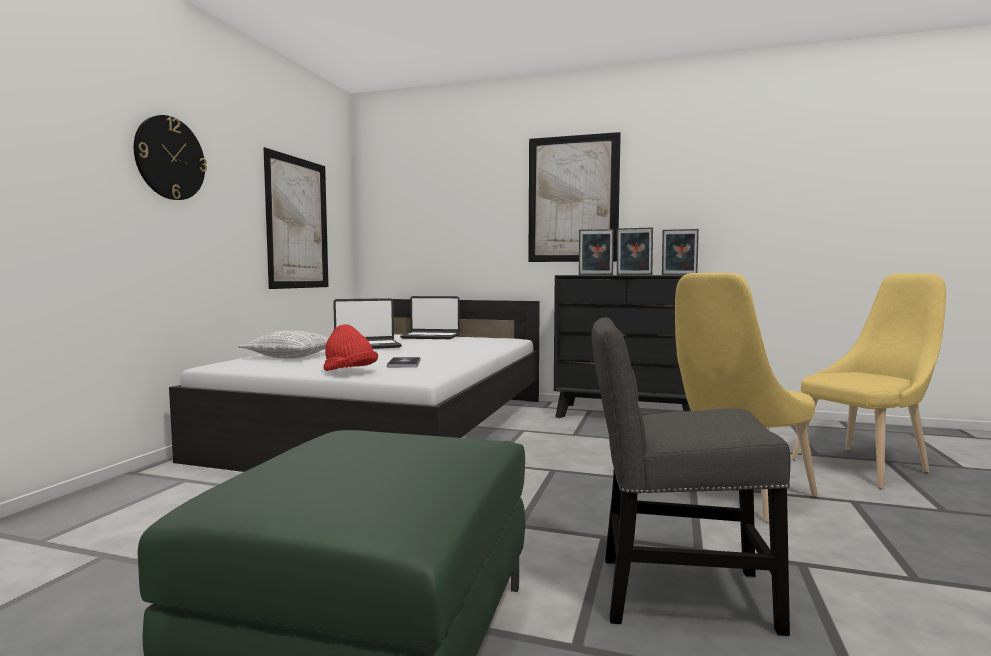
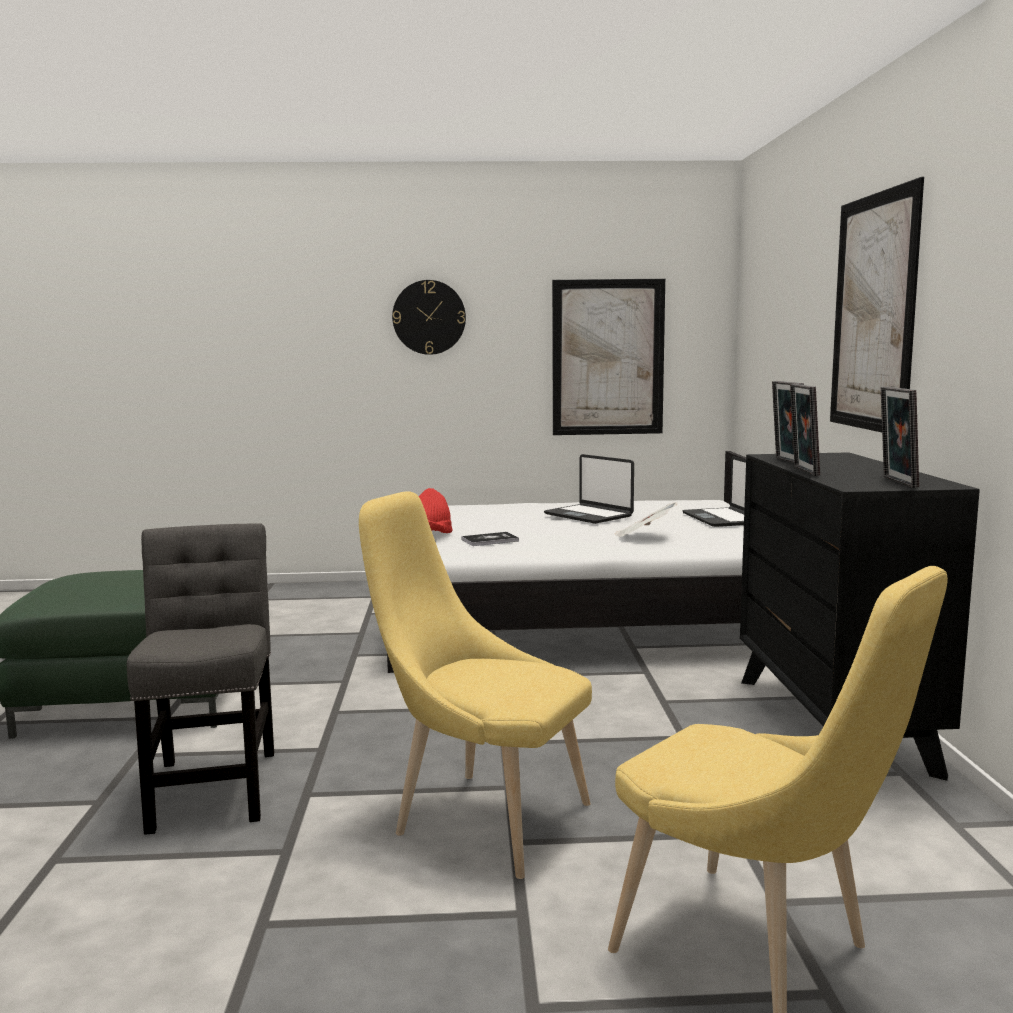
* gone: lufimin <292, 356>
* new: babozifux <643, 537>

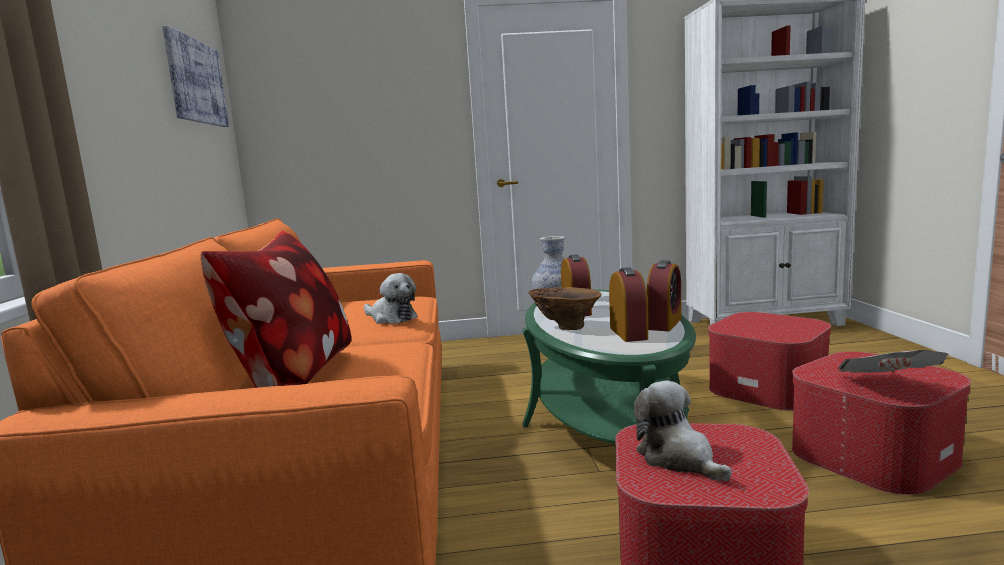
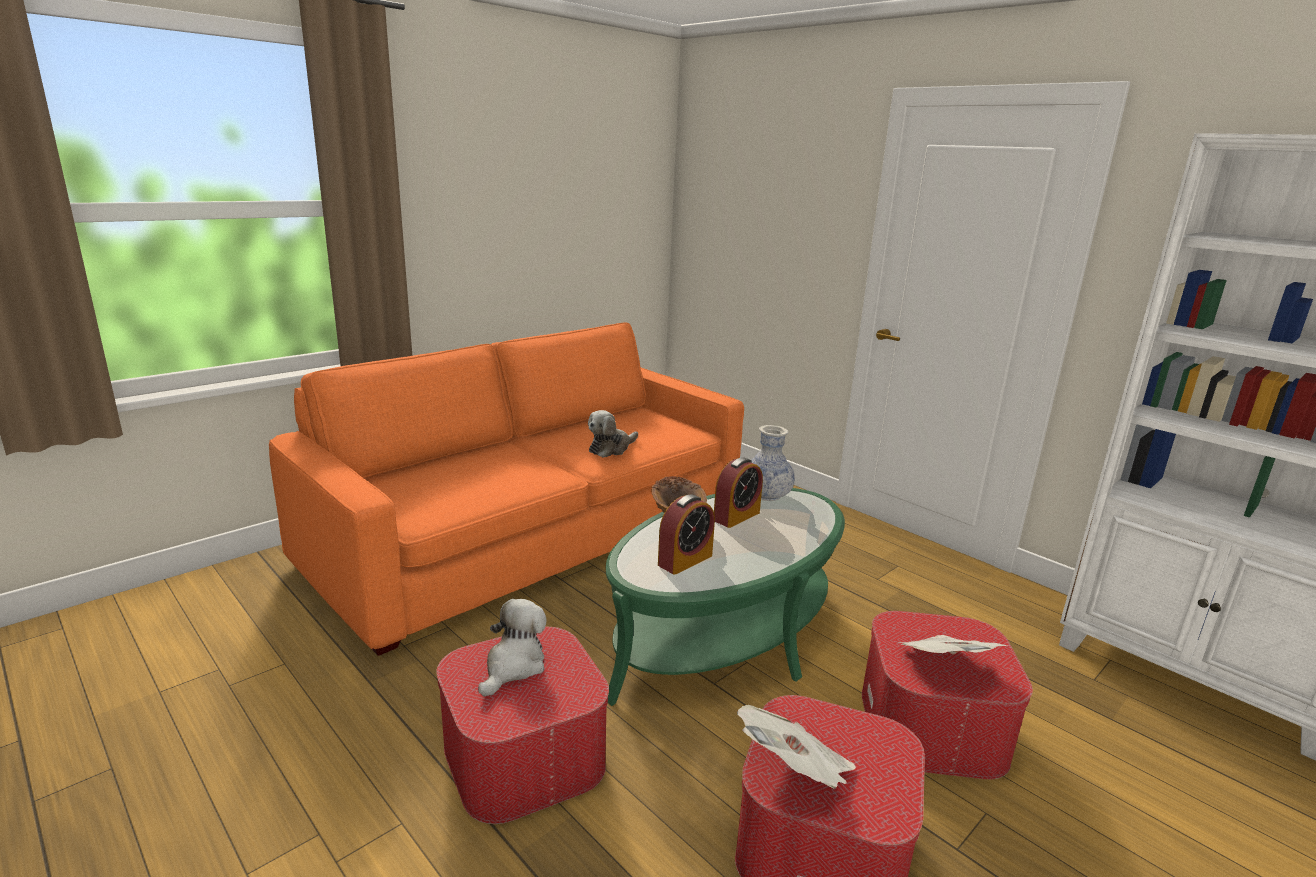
* gone: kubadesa <195, 82>
* gone: lufimin <292, 377>
* gone: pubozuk <664, 323>
* rotated: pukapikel <391, 318> = <611, 448> 45 degrees clockwise
* new: babozifux <946, 666>

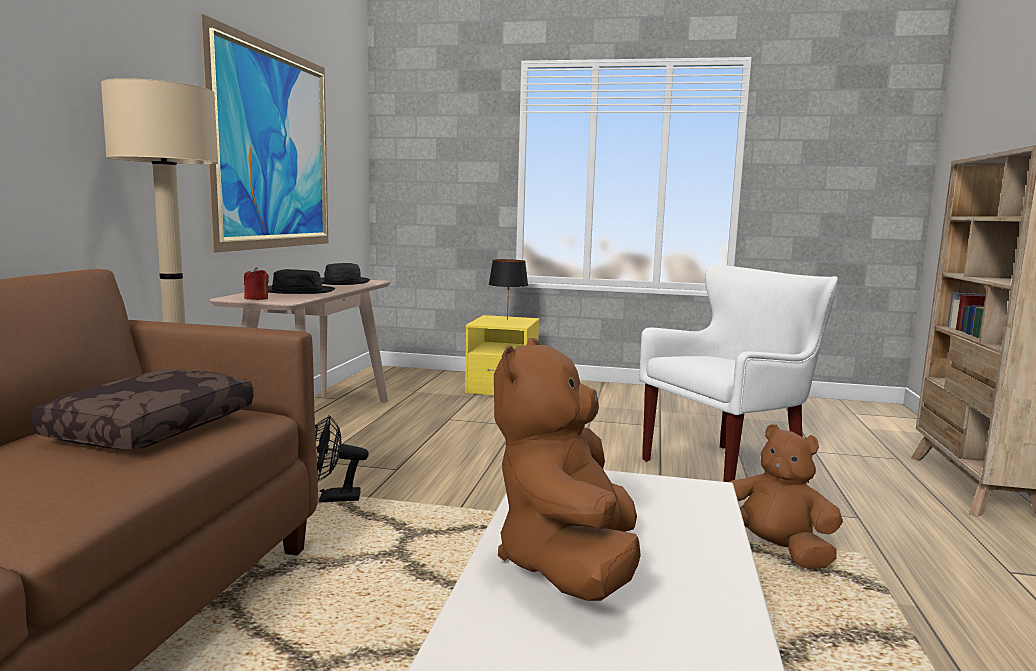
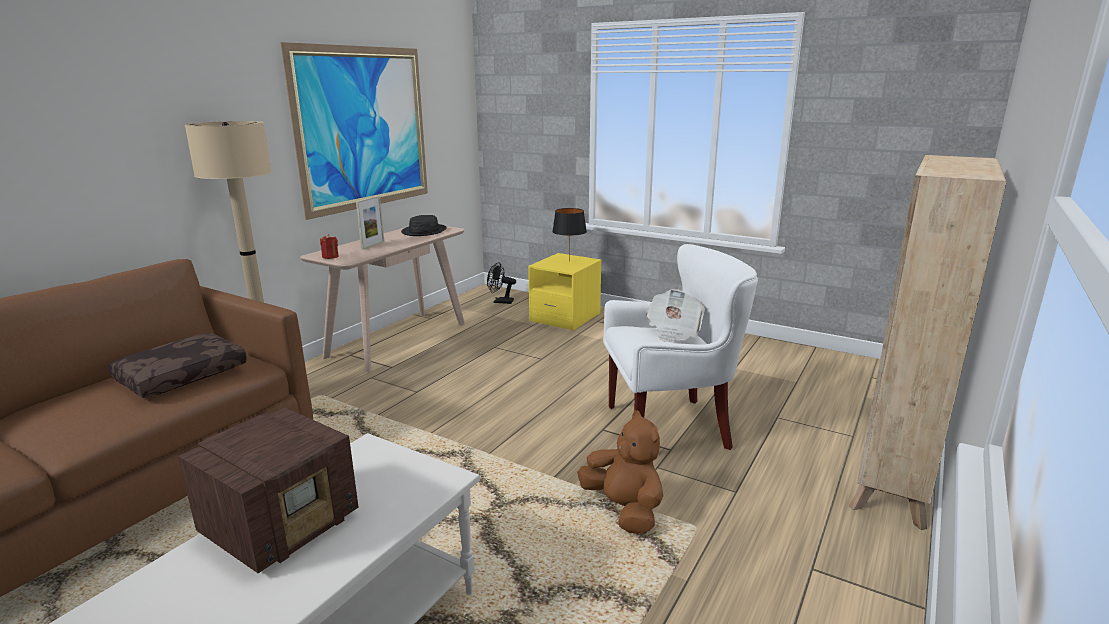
* swapped: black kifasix <297, 291> to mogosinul <373, 245>
* swapped: brown pukapikel <568, 565> to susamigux <283, 524>
* shifted: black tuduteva <332, 499> to <500, 301>
* new: babozifux <673, 331>

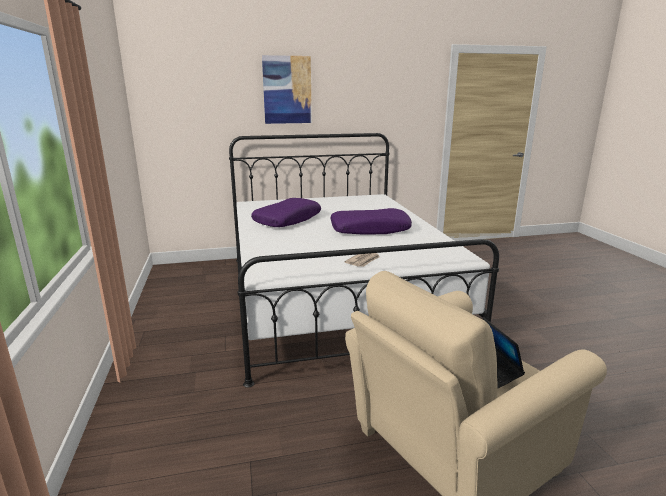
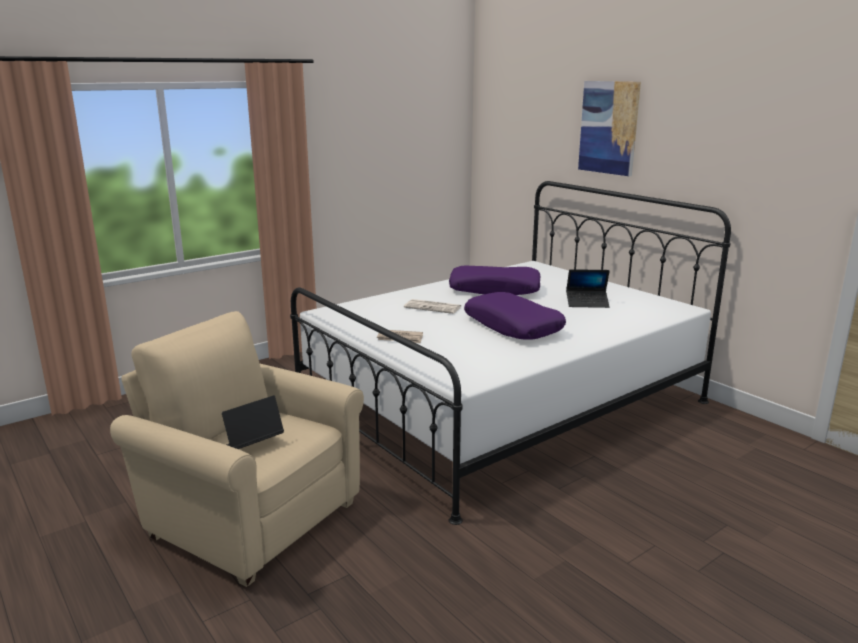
* new: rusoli <587, 303>
* new: babozifux <433, 307>

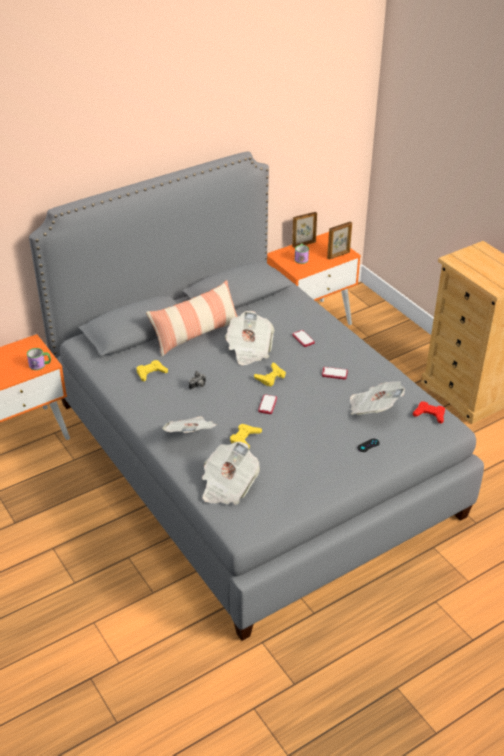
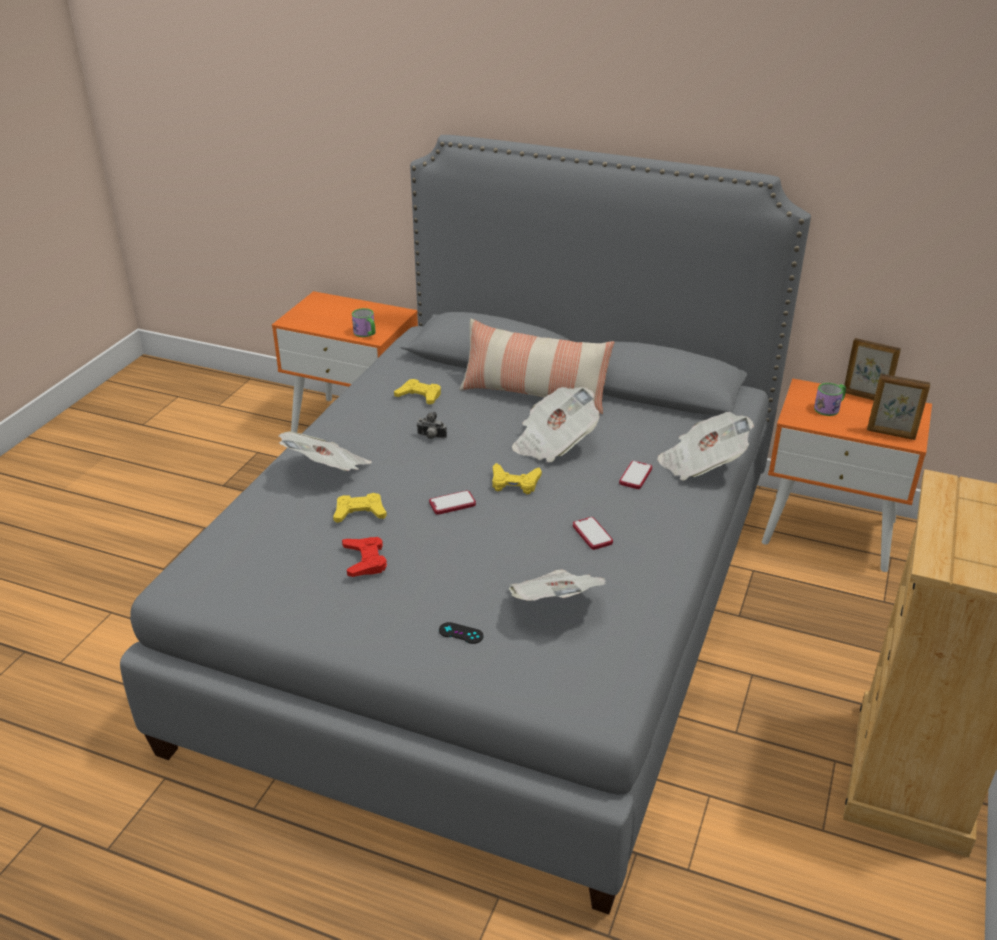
* shifted: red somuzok <429, 414> to <365, 560>
* shifted: babozifux <228, 486> to <701, 465>

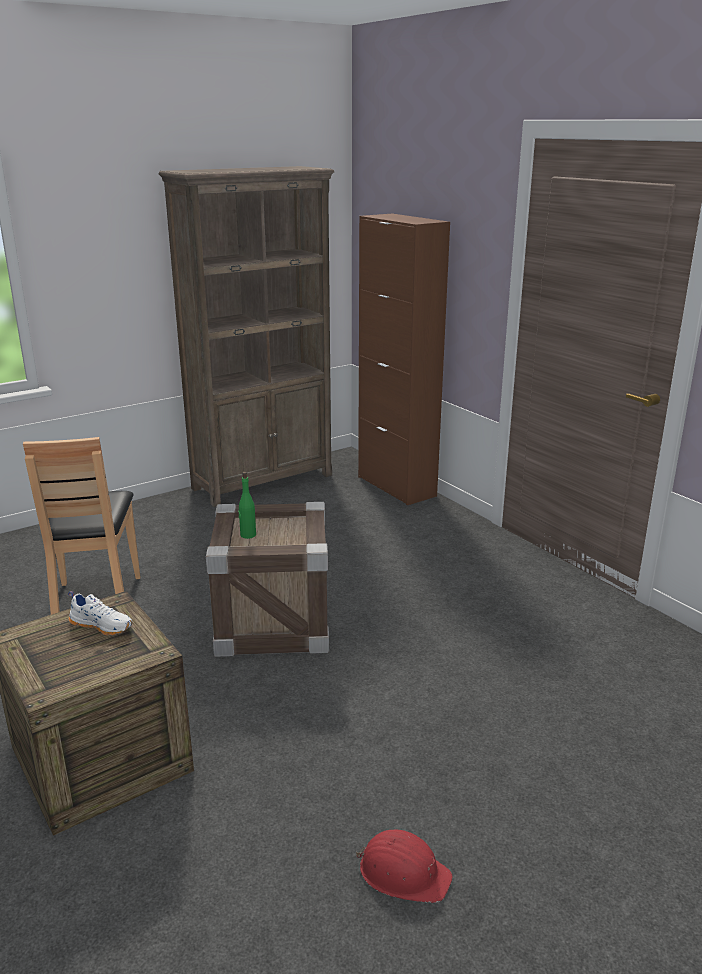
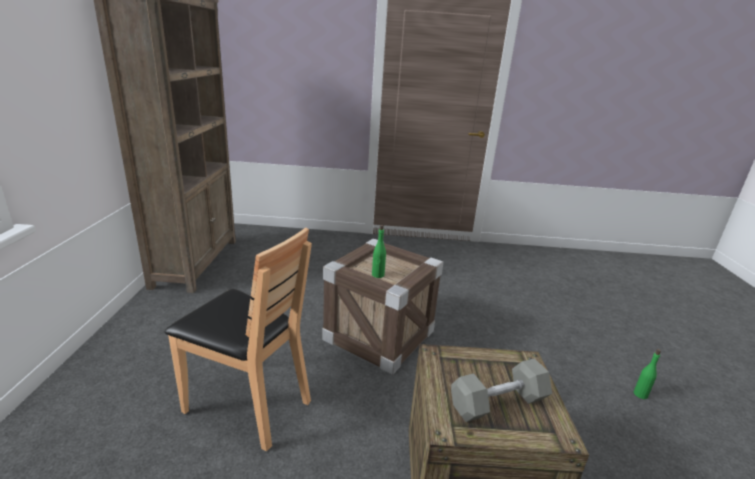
* gone: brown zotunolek <396, 486>
* gone: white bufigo <102, 625>
* swapped: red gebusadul <403, 872> to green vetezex <640, 394>
* new: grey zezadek <498, 403>

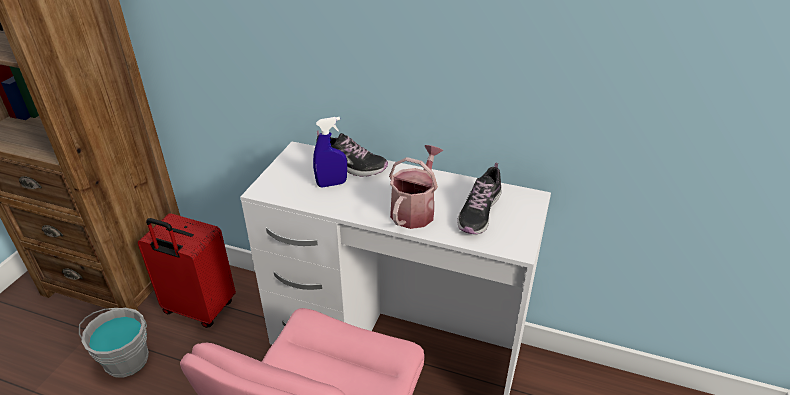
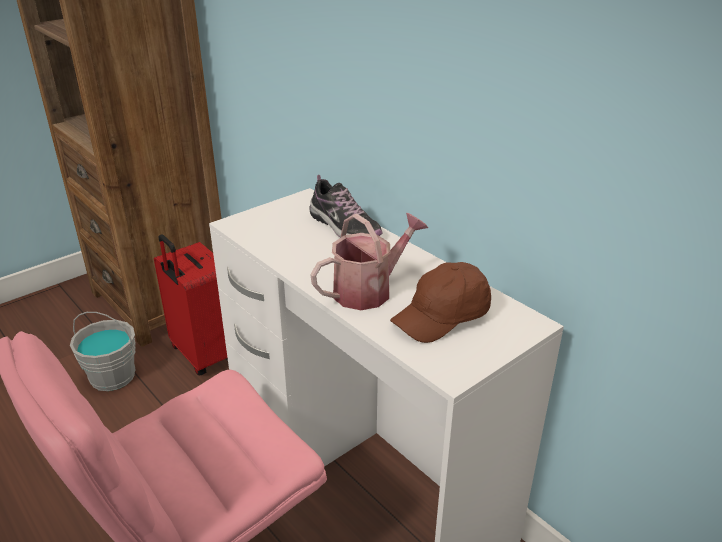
* gone: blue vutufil <331, 184>
* swapped: bufigo <479, 212> to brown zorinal <443, 317>

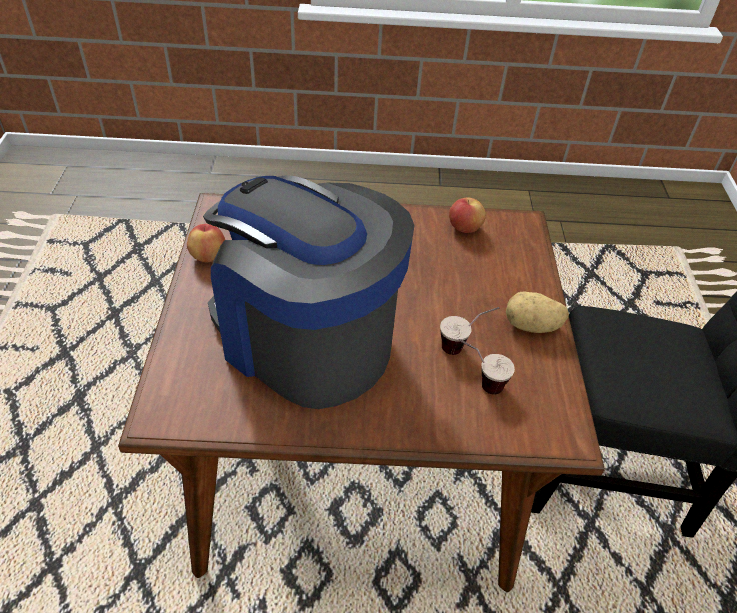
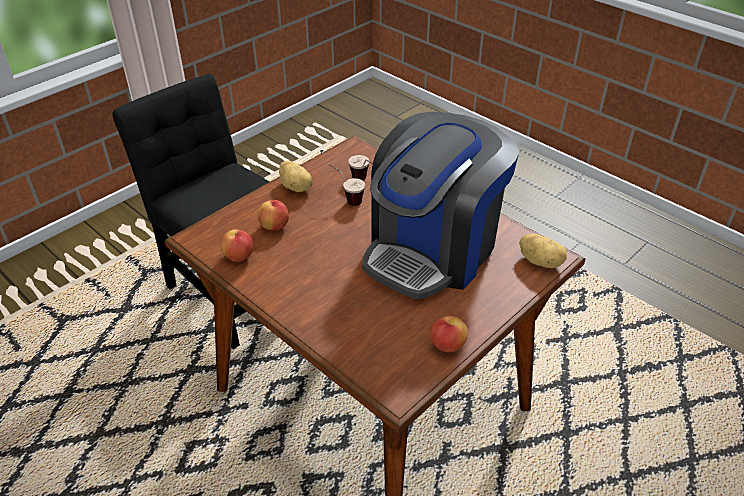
* rotated: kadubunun <305, 339> = <433, 249> 45 degrees clockwise
* new: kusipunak <274, 226>
* new: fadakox <540, 261>

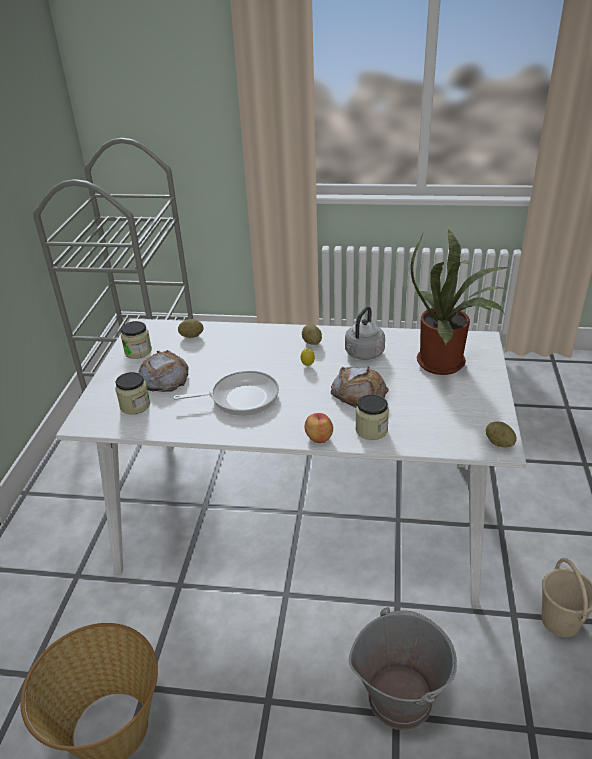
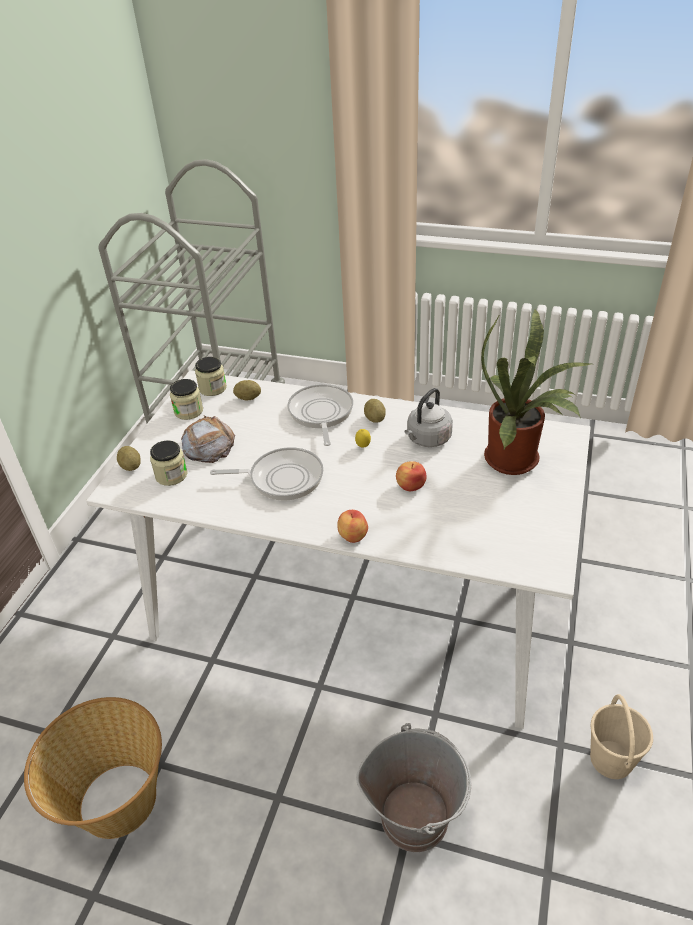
* swapped: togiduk <359, 392> to kusipunak <410, 485>
* shifted: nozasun <371, 430> to <212, 388>
* shifted: fadakox <499, 443> to <131, 466>
* new: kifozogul <321, 413>

